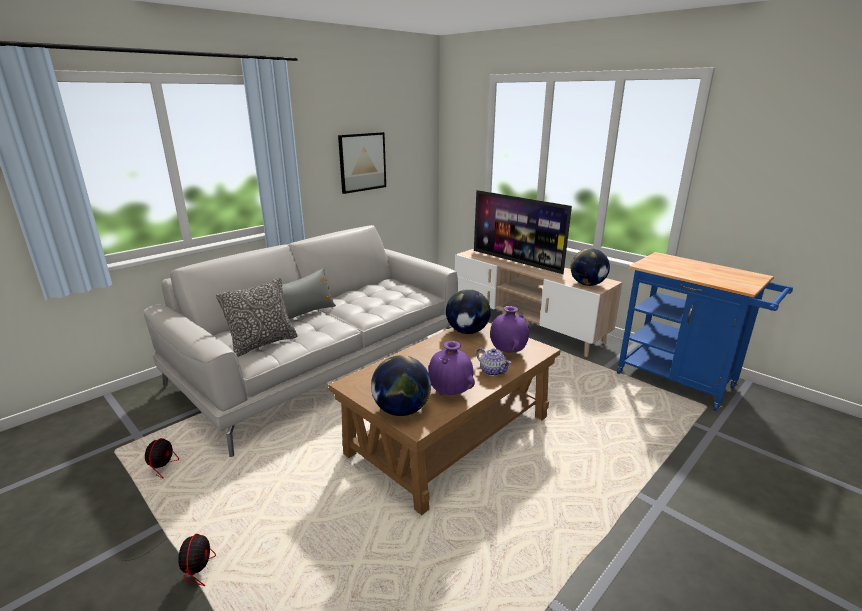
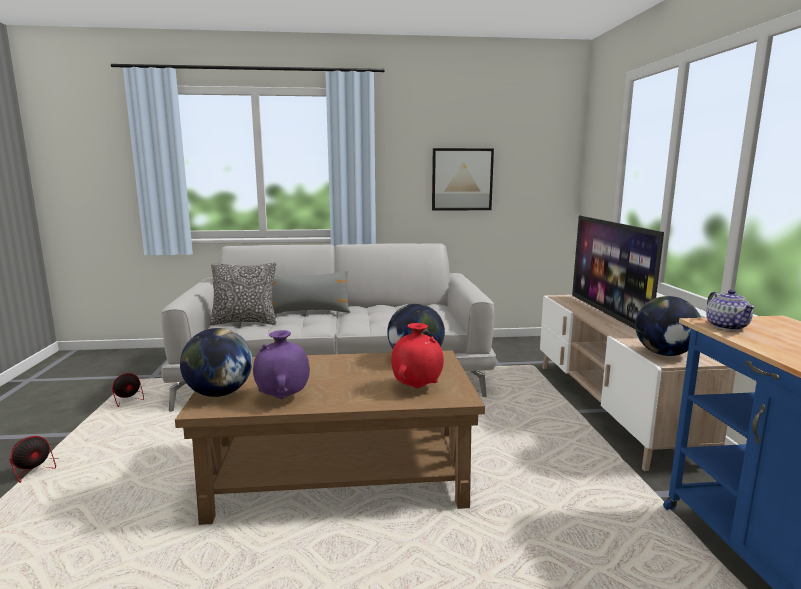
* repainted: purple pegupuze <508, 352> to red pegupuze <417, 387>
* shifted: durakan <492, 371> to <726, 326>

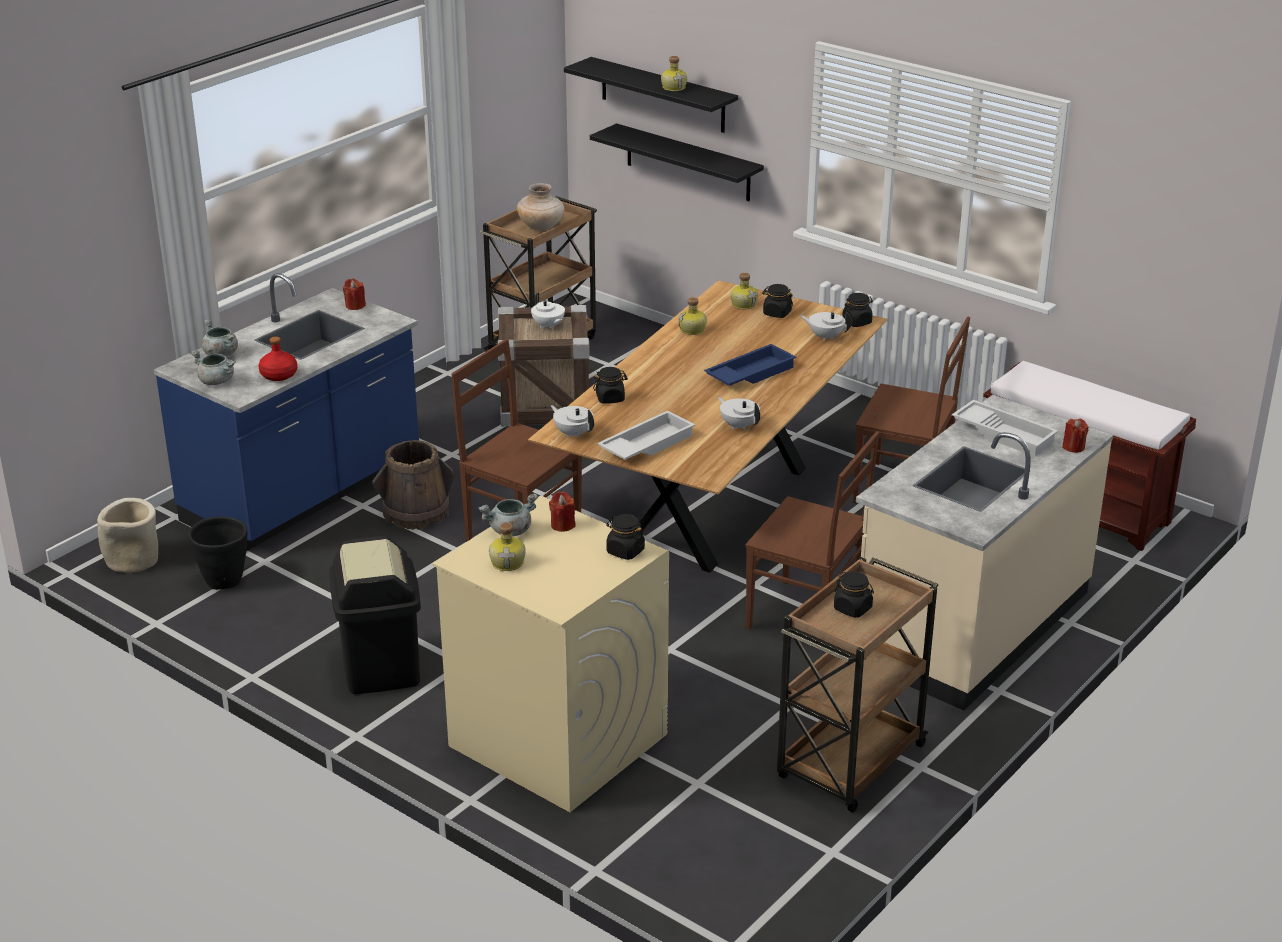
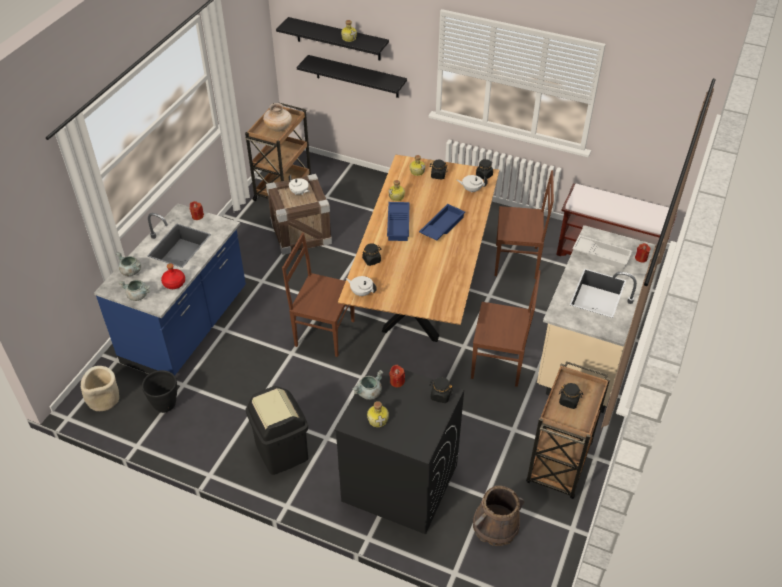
* gone: white durakan <739, 425>
* gone: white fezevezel <646, 444>
* shifted: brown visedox <416, 513> to <495, 526>
* repainted: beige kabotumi <557, 739> to black kabotumi <399, 482>
* new: blue fezevezel <399, 224>

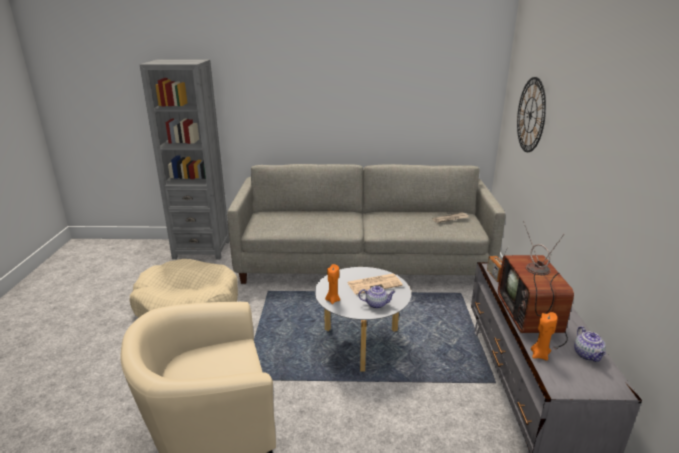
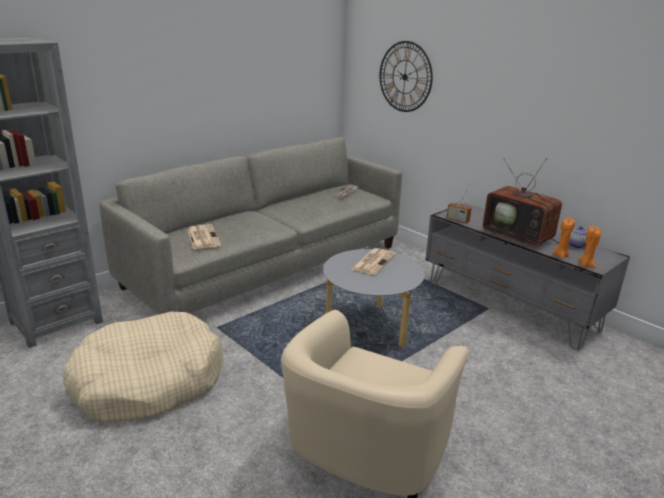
* shifted: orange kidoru <332, 300> to <585, 265>
* gone: durakan <377, 304>
* new: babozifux <203, 237>

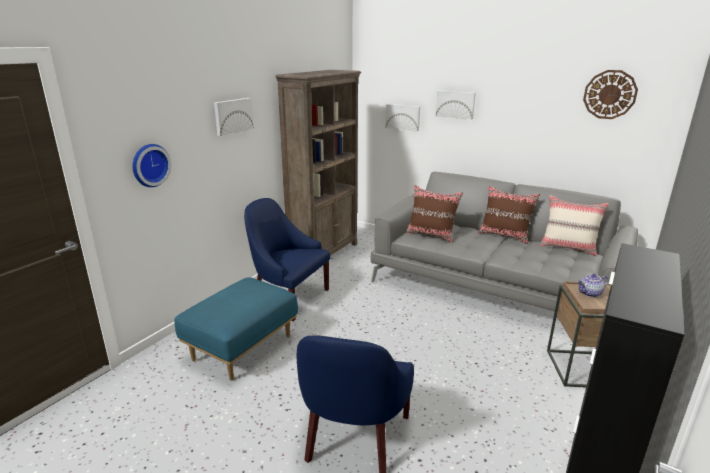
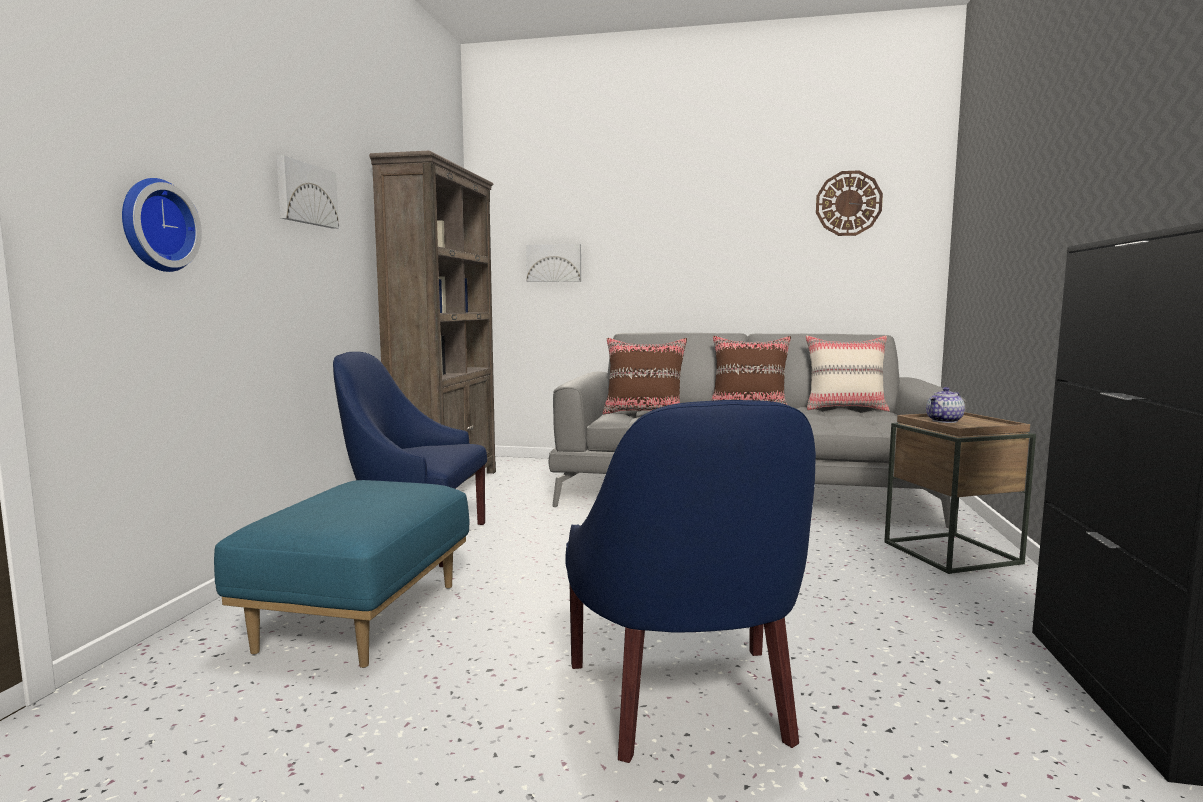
* gone: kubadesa <455, 104>

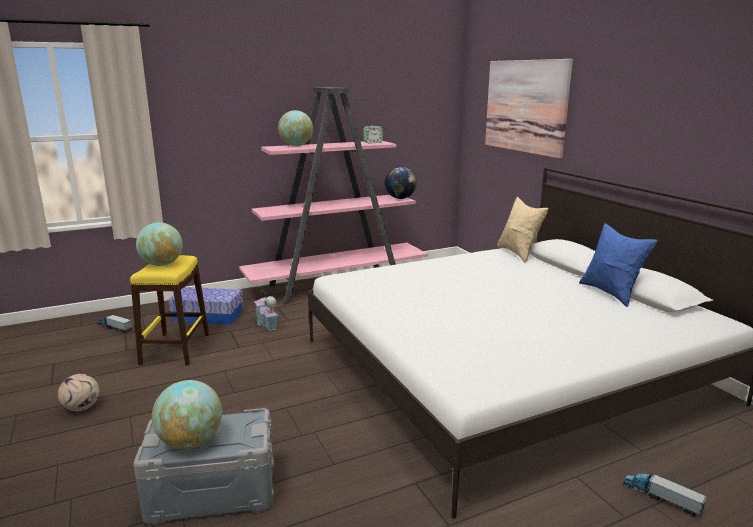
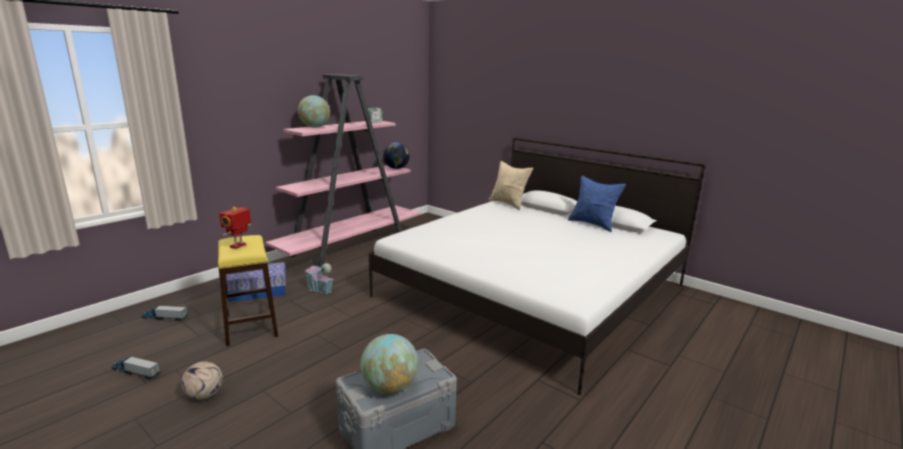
* gone: kubadesa <525, 106>
* swapped: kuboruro <162, 264> to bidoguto <238, 246>
* shifted: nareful <661, 498> to <136, 372>

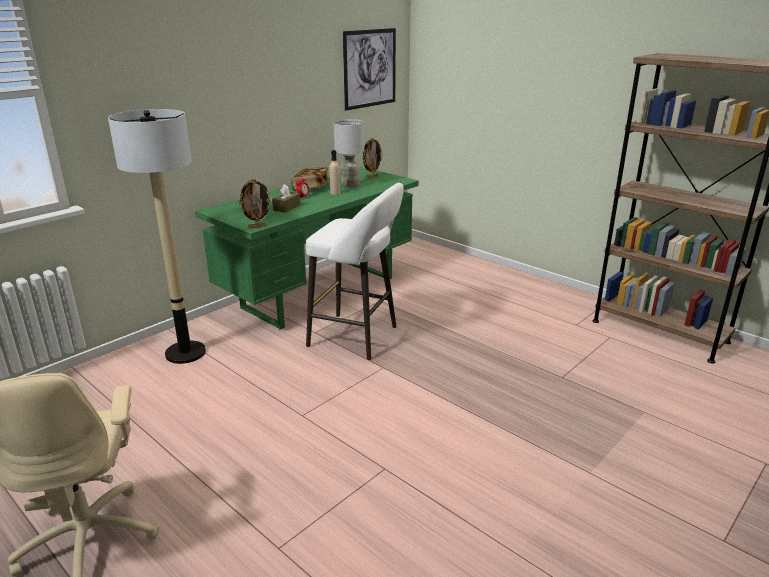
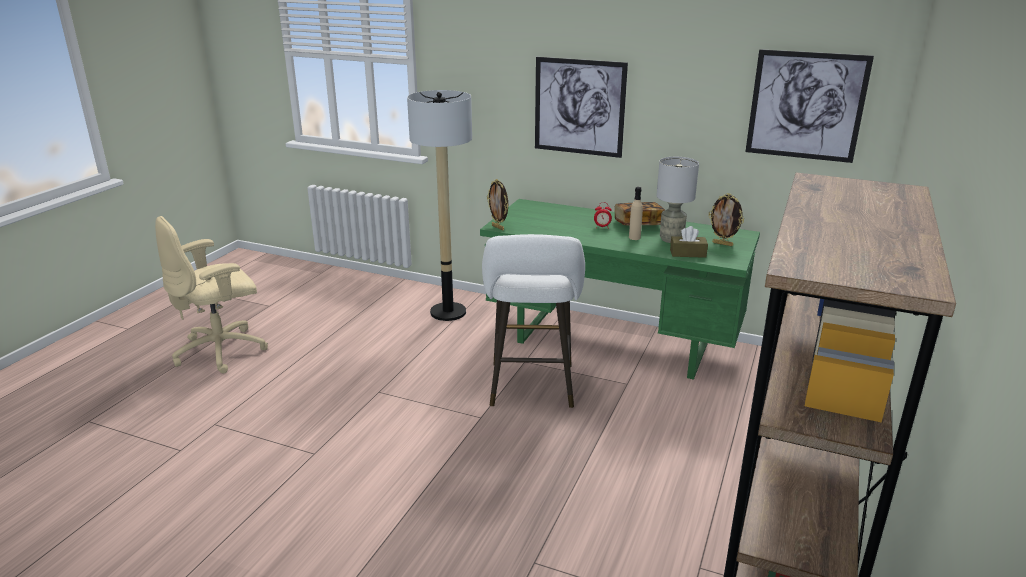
* shifted: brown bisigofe <287, 207> to <688, 253>
* new: kubadesa <579, 107>

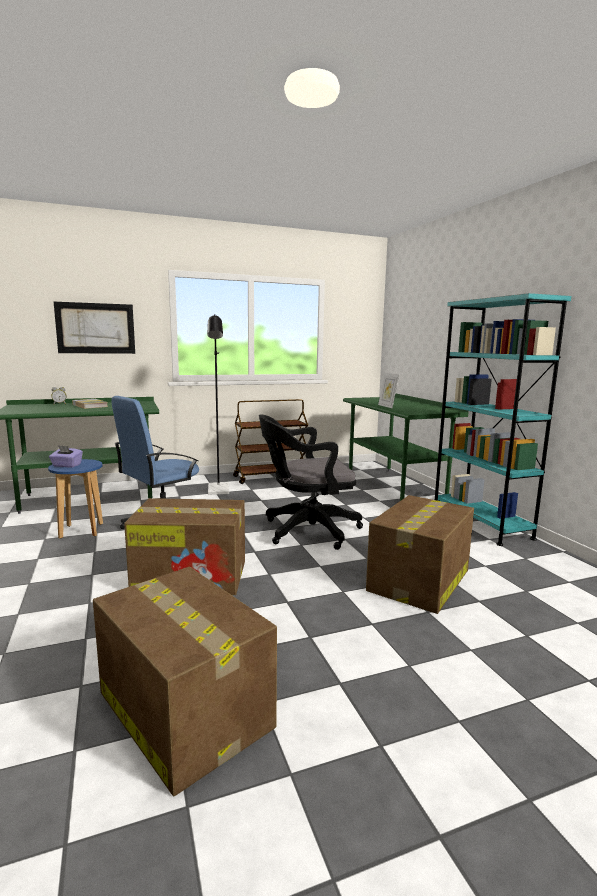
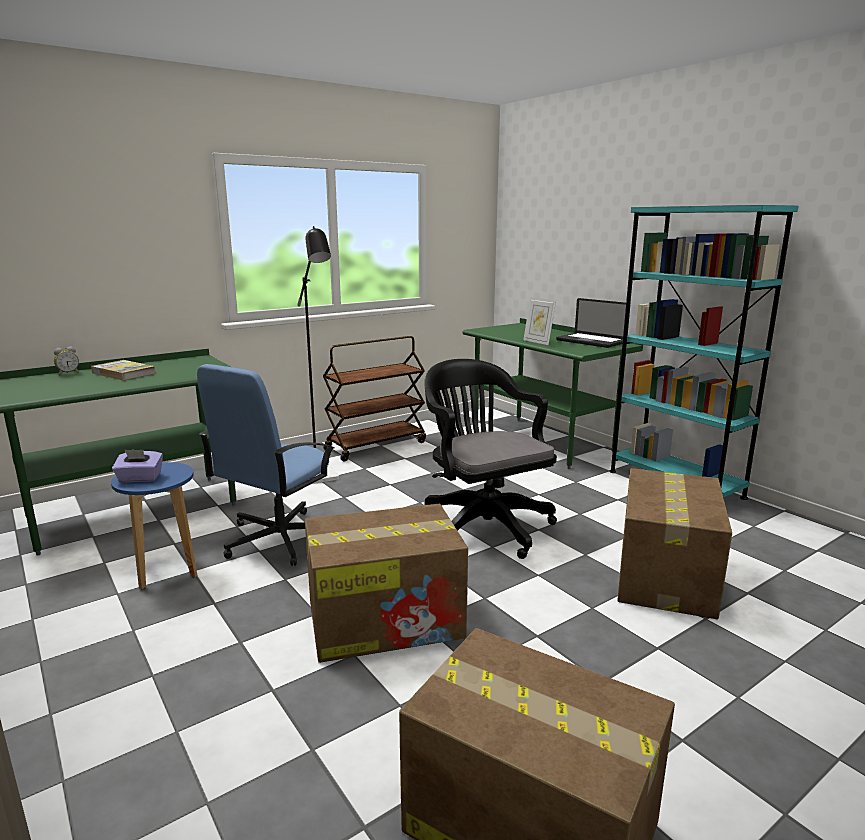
* gone: kubadesa <96, 328>
* rotated: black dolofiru <306, 531> = <483, 524> 90 degrees clockwise
* new: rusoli <590, 341>

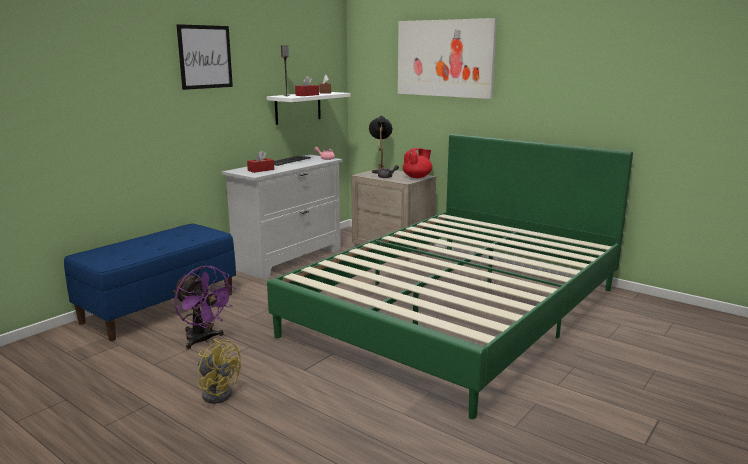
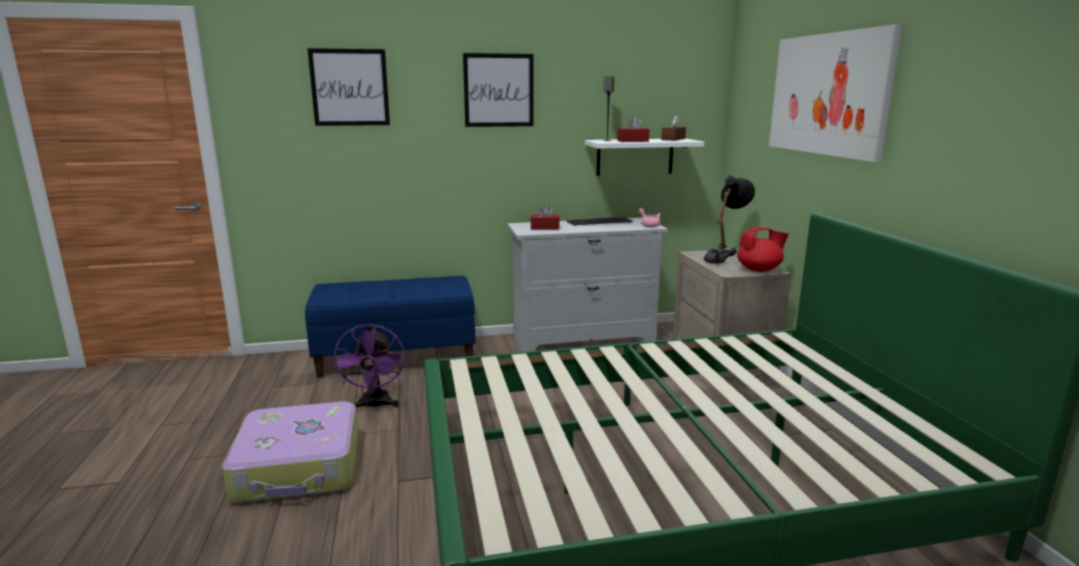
* swapped: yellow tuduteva <218, 392> to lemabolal <299, 468>
* new: kubadesa <350, 87>

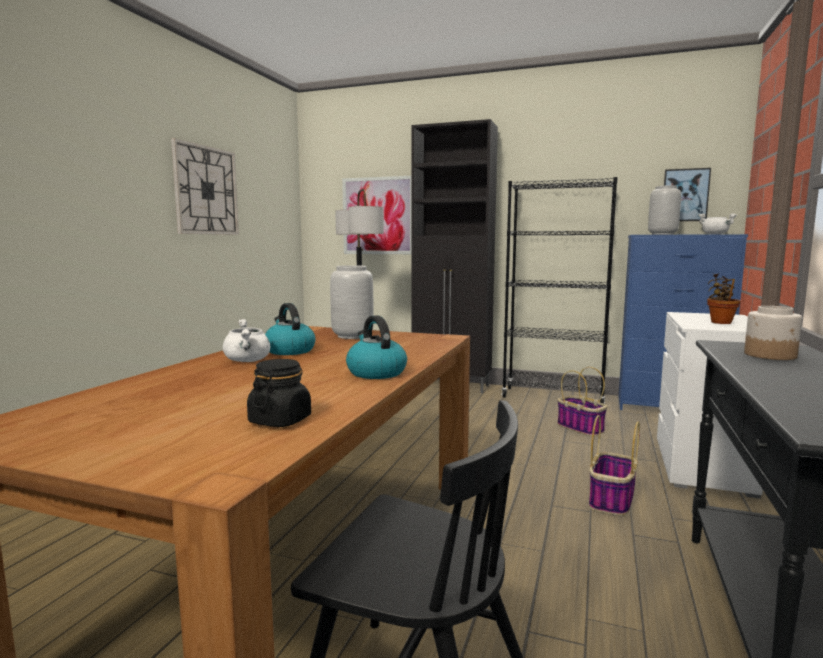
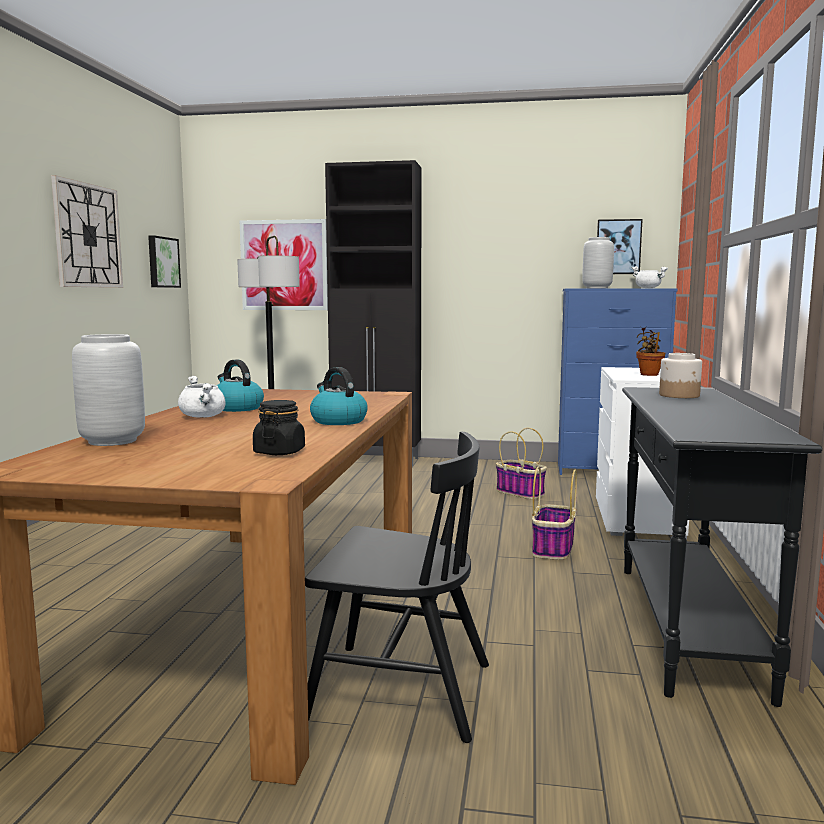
* gone: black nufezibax <553, 397>
* shifted: grey pegupuze <353, 336> to <114, 441>
* new: kubadesa <162, 262>

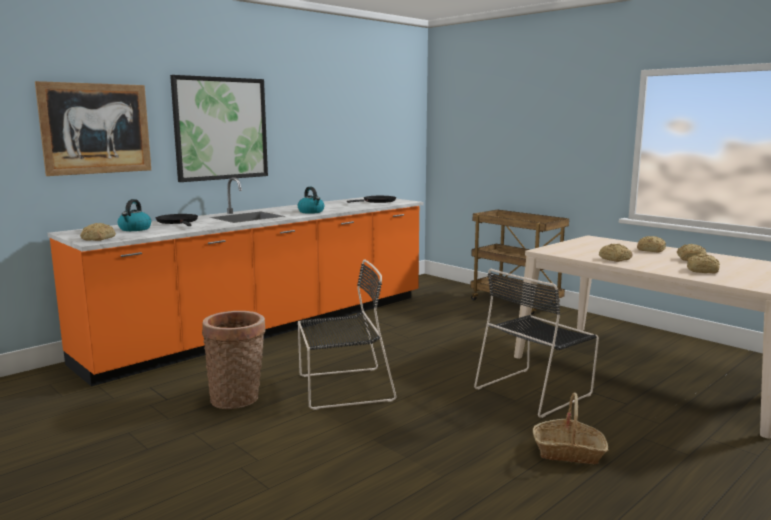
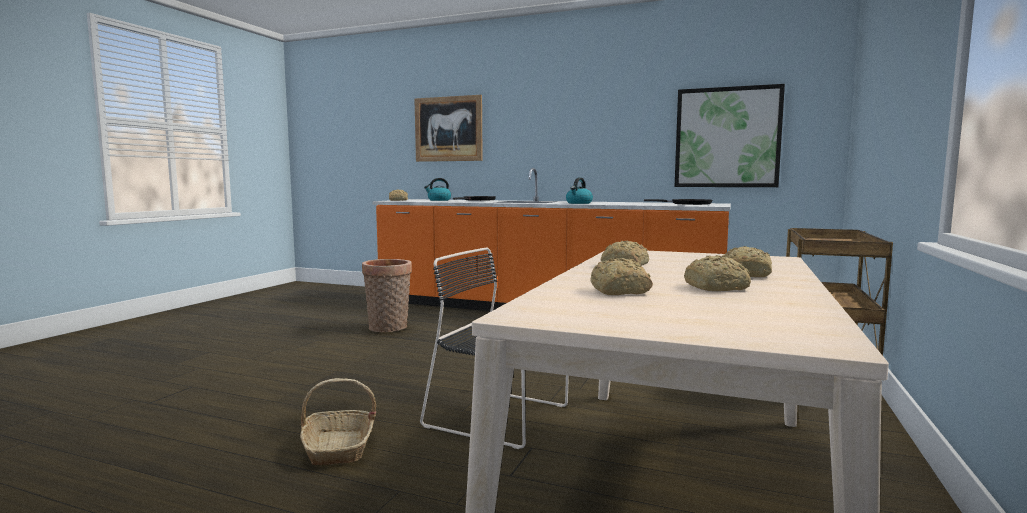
* shifted: kubadesa <221, 128> to <727, 137>
* gone: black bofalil <342, 388>

